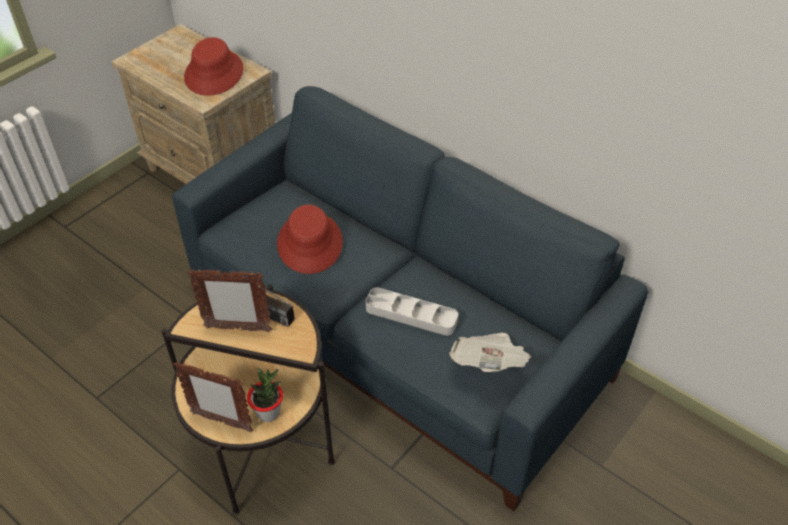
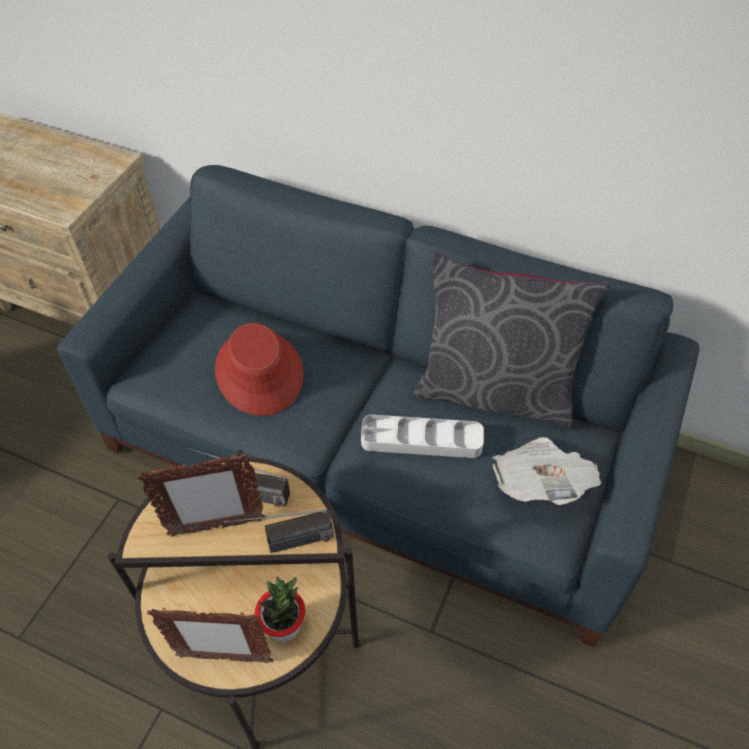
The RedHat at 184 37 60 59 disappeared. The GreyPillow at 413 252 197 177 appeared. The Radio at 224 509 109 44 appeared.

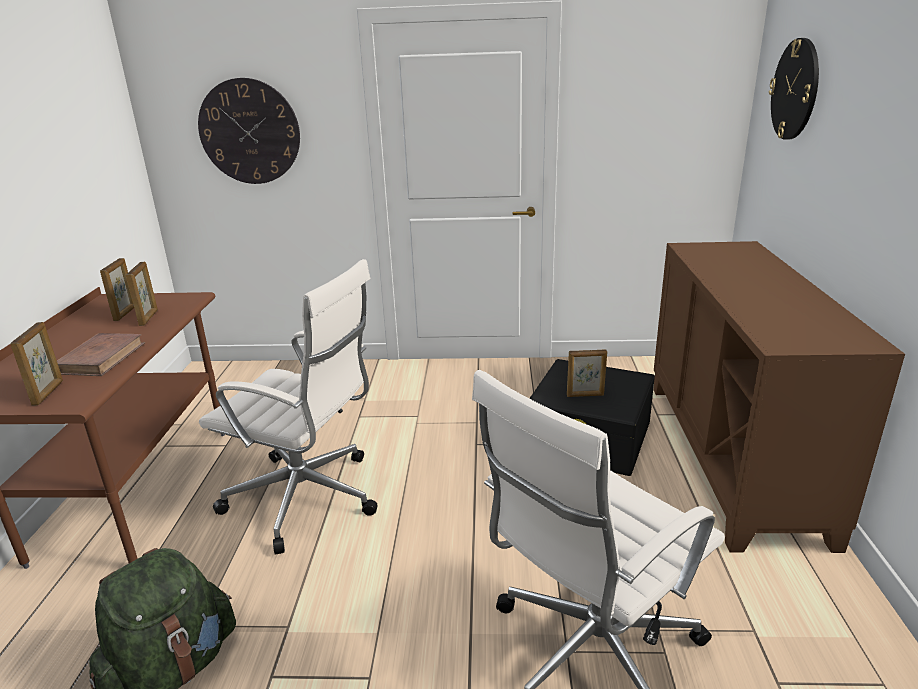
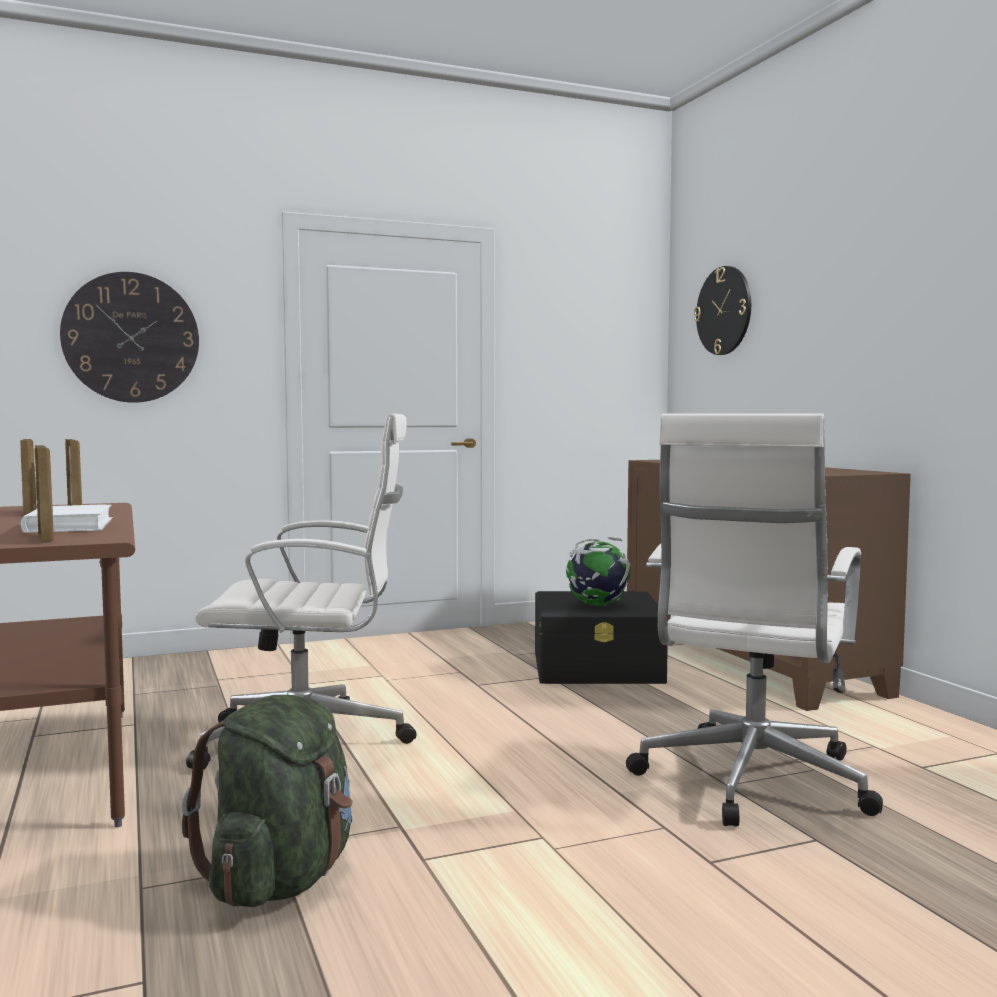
The BrownBook at 57 333 88 43 became the WhiteBook at 20 505 93 28. The PictureFrame at 567 349 40 48 was replaced by the Globe at 566 537 65 69.

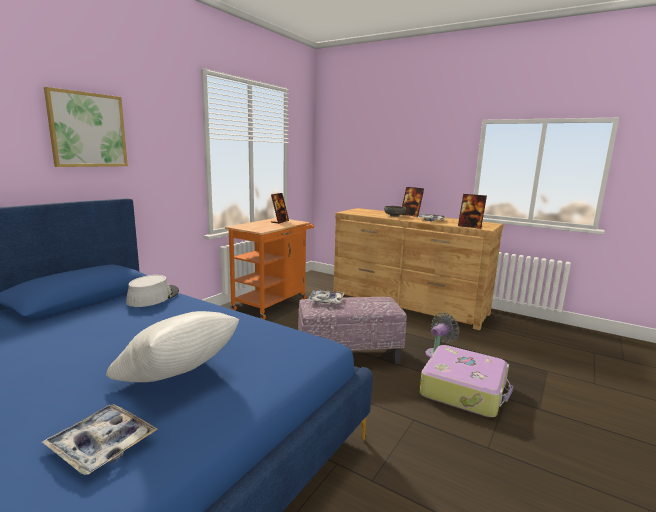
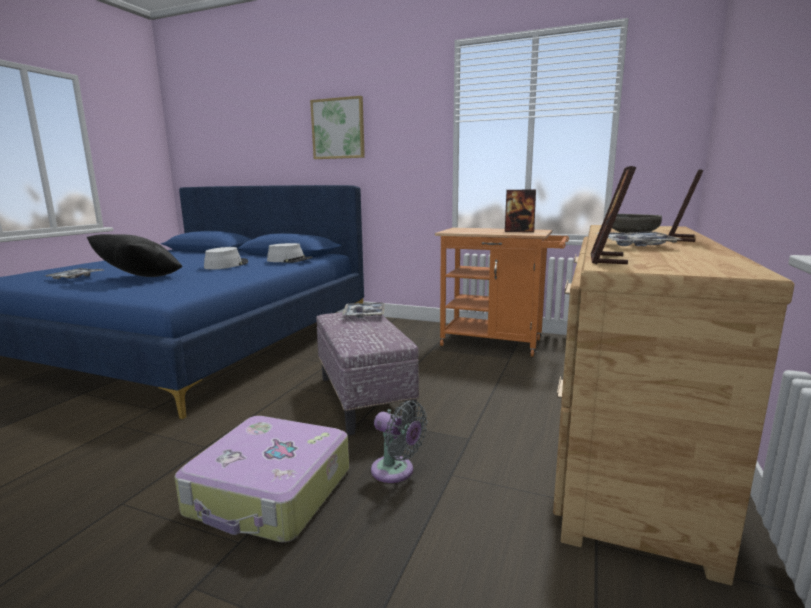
The WhitePillow at 106 311 133 71 became the BlackPillow at 87 234 95 43. The GreyHat at 204 247 44 23 appeared.

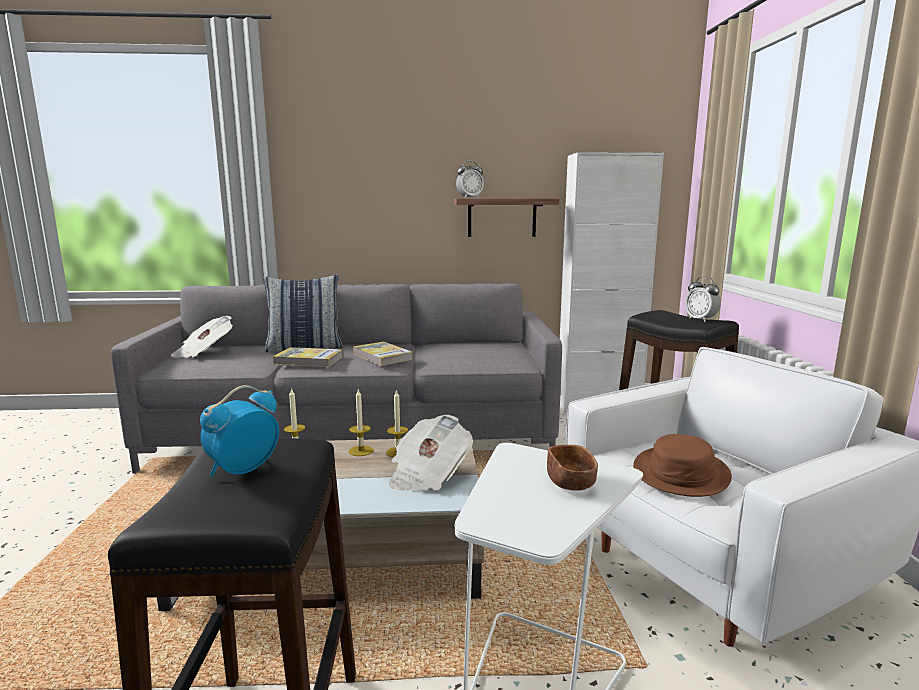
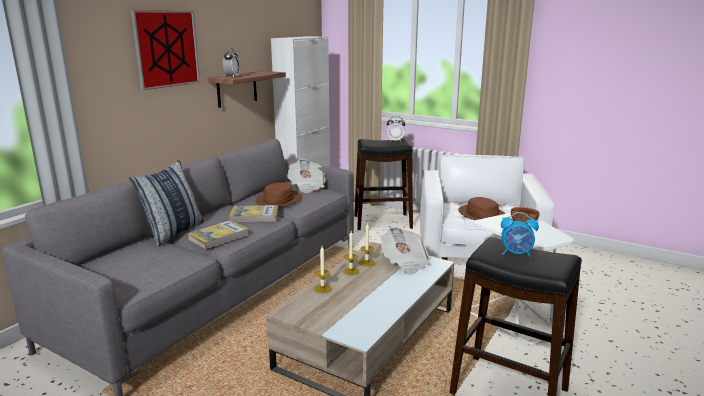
The Newspaper moved from 171 316 62 42 to 287 159 38 34. The AlarmClock at 200 385 79 92 turned 60 degrees counterclockwise. The Picture at 131 10 69 80 appeared. The BrownHat at 256 182 45 25 appeared.

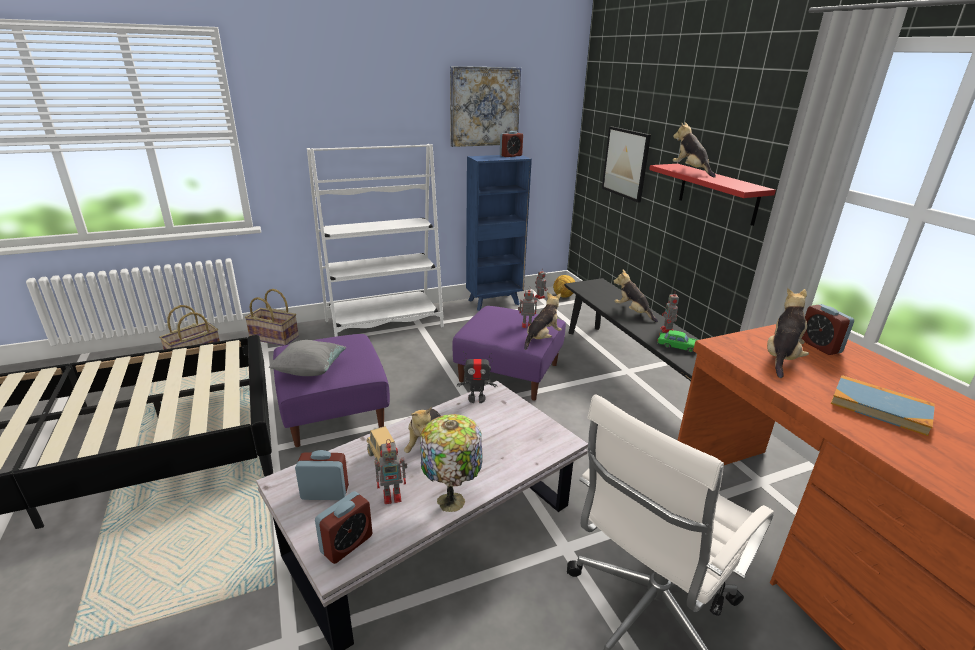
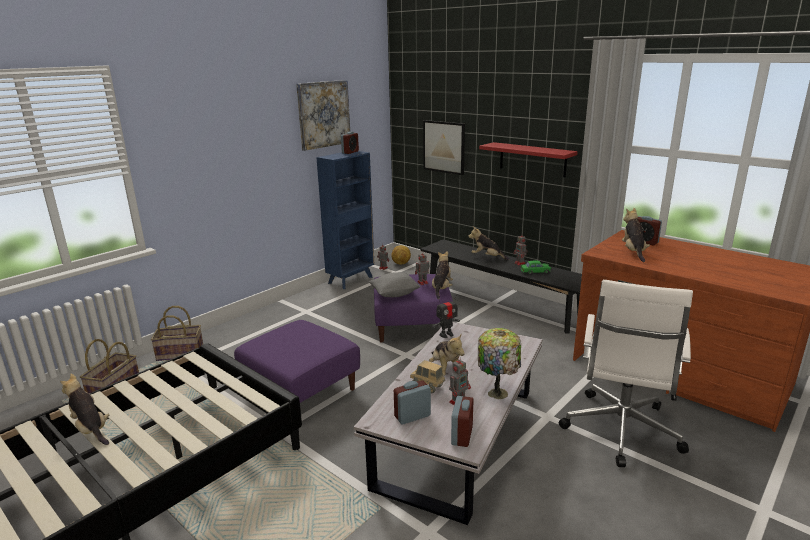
The PlushToy moved from 673 122 43 56 to 60 374 49 71. The WhiteBookcase at 307 144 137 193 disappeared. The GreyPillow moved from 269 340 77 36 to 369 272 51 25. The Book at 831 375 104 61 disappeared.

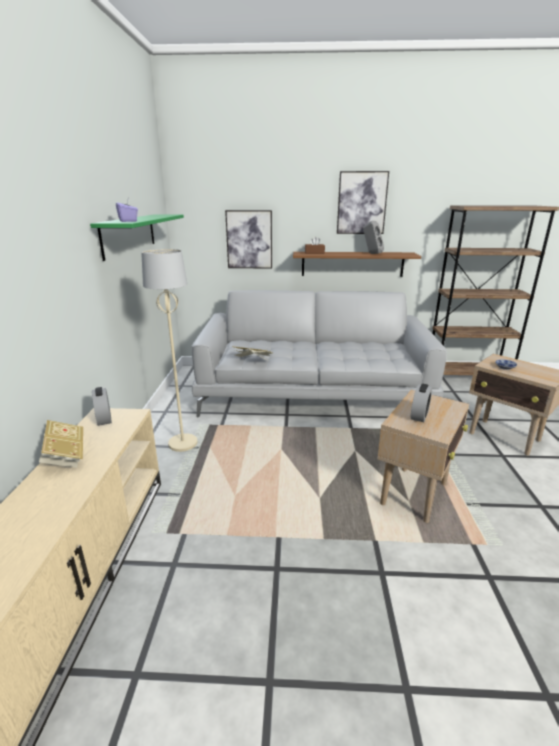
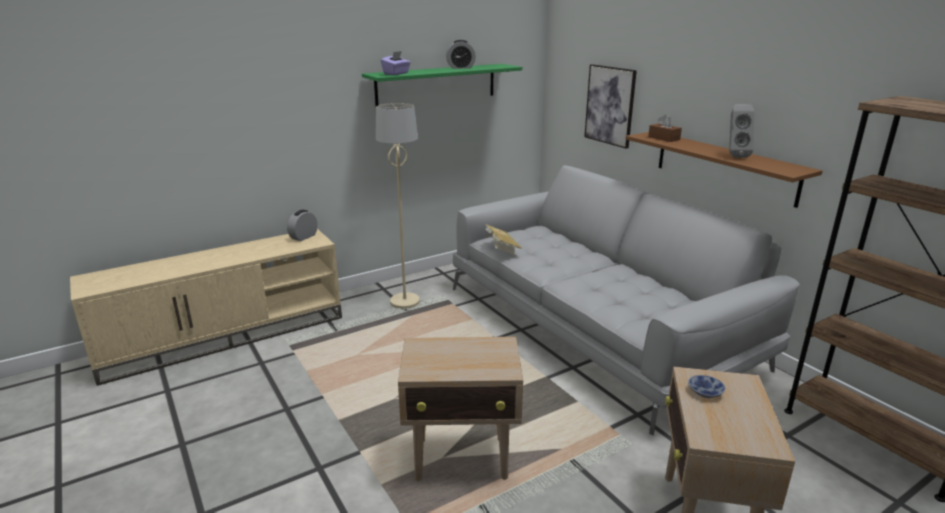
The Picture at 337 171 52 63 disappeared. The AlarmClock moved from 411 384 21 38 to 446 40 30 29. The Book at 39 420 44 48 disappeared.

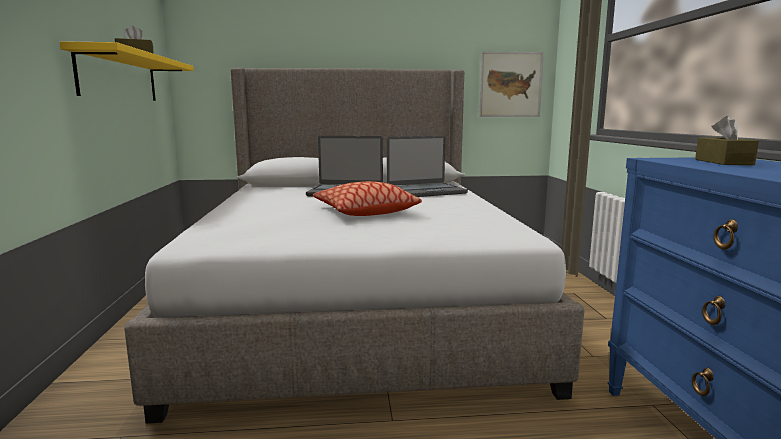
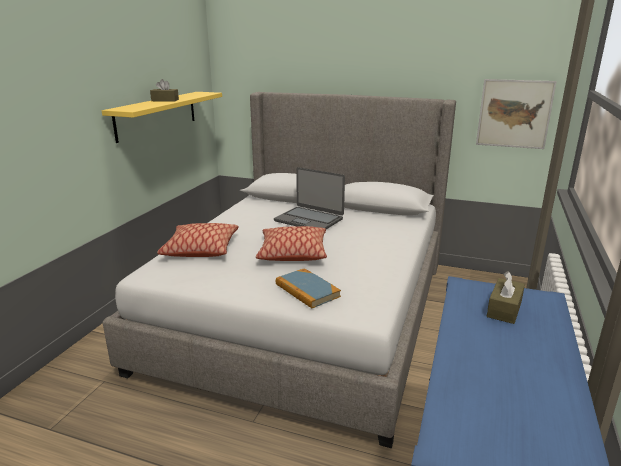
The Laptop at 387 136 81 61 disappeared. The Pillow at 157 223 81 34 appeared. The Book at 276 268 65 40 appeared.

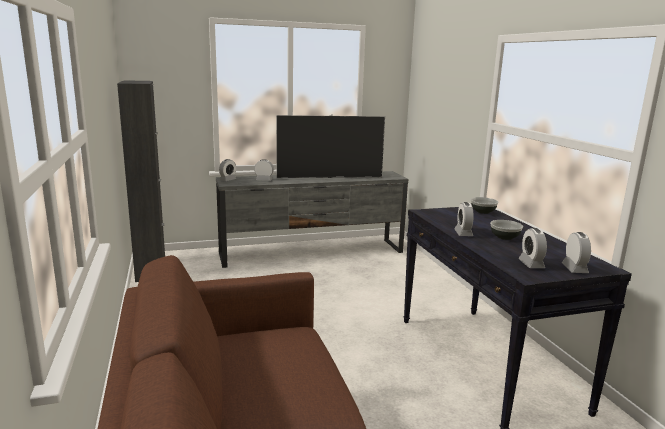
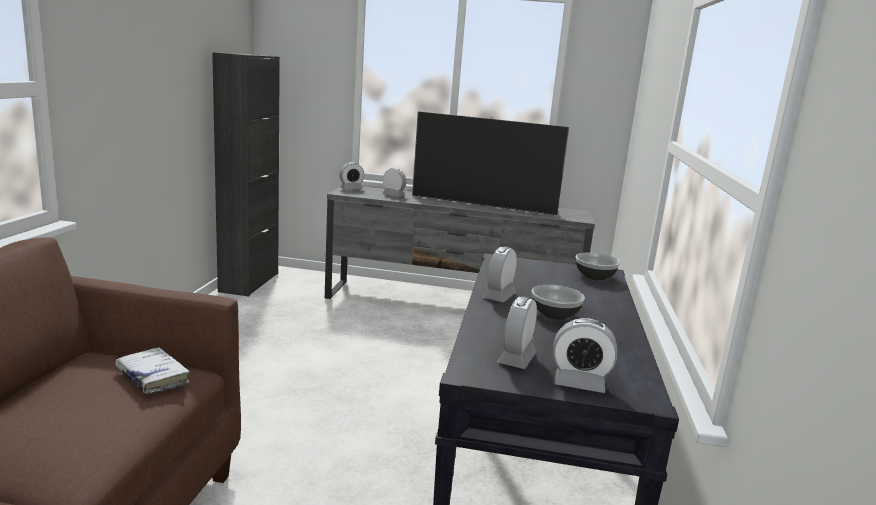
The AlarmClock at 562 232 29 41 turned 75 degrees clockwise. The WhiteBook at 116 347 74 47 appeared.

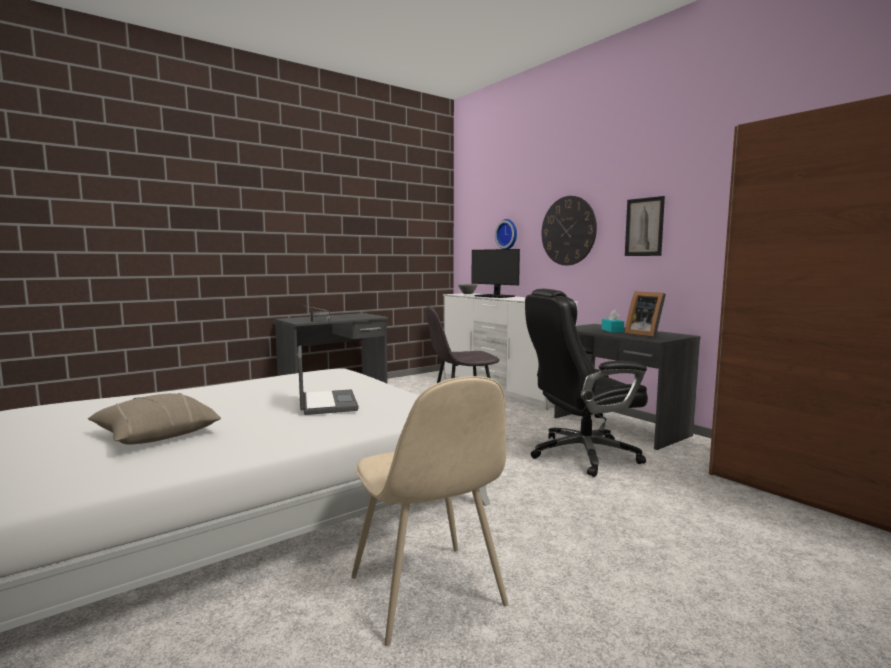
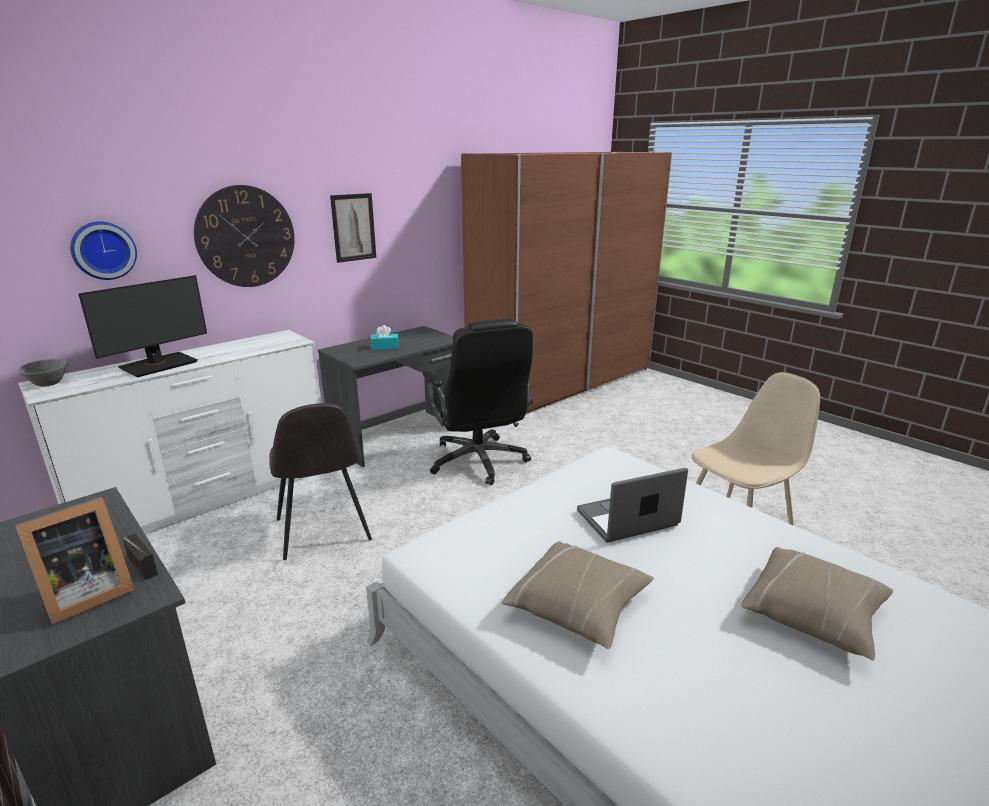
The PictureFrame moved from 625 292 41 45 to 15 497 120 128. The BeigePillow at 502 541 152 108 appeared.

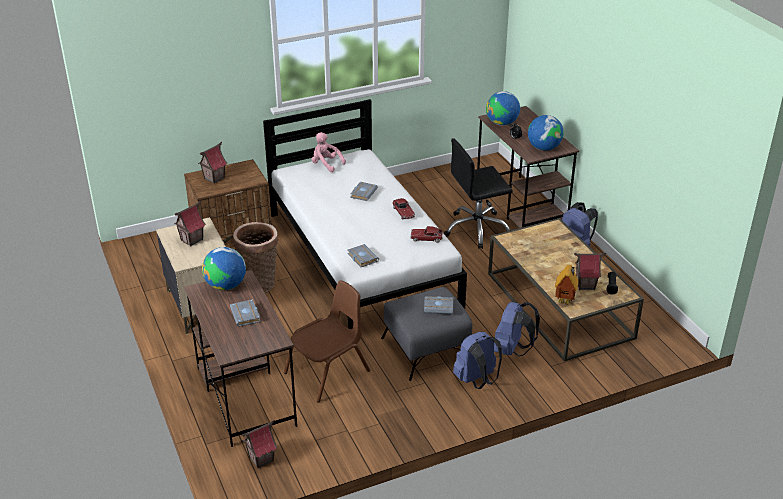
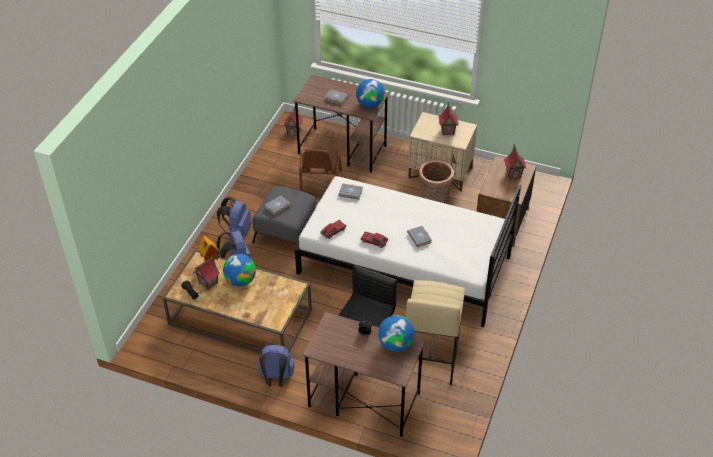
The Globe moved from 528 115 36 36 to 223 254 33 33. The PinkPlushToy at 312 132 34 40 disappeared. The BeigeStool at 406 280 59 105 appeared.

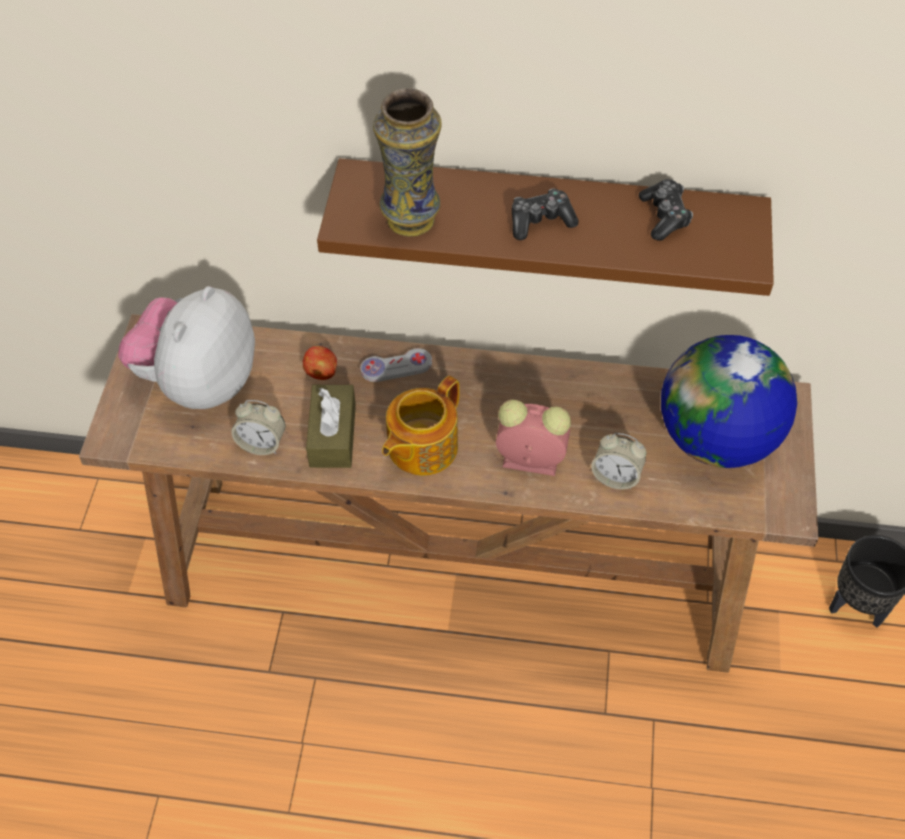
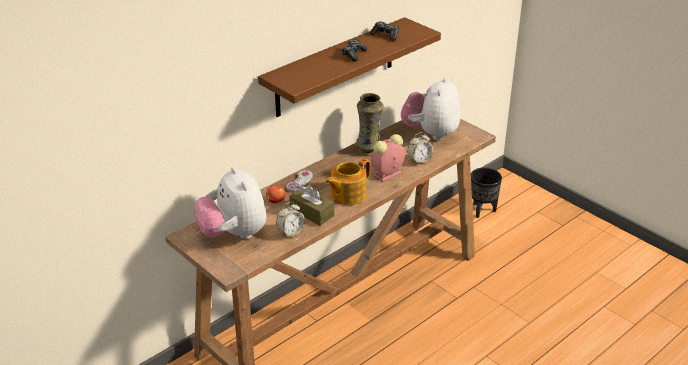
The Vase moved from 373 88 69 149 to 356 93 28 63. The Globe at 661 335 136 133 was replaced by the PlushToy at 401 77 59 63. The Teapot at 382 376 78 100 turned 60 degrees clockwise.

